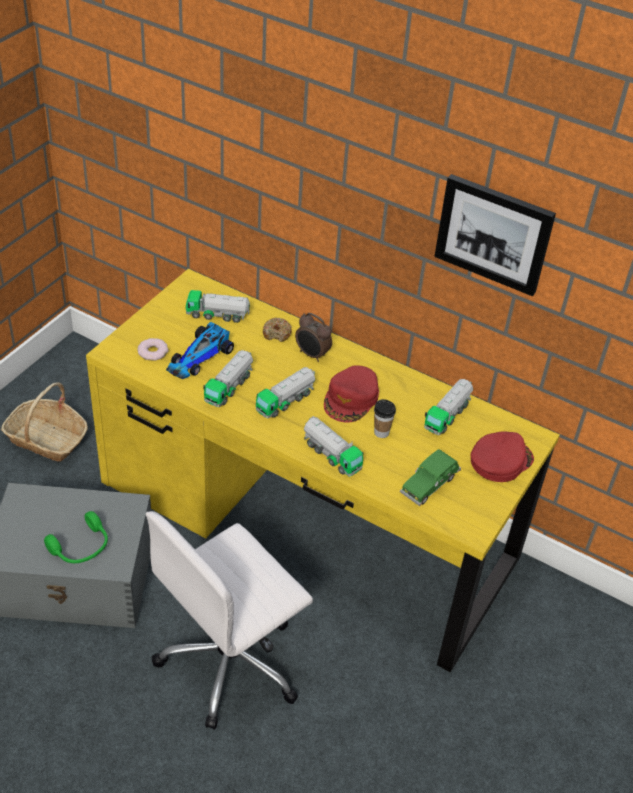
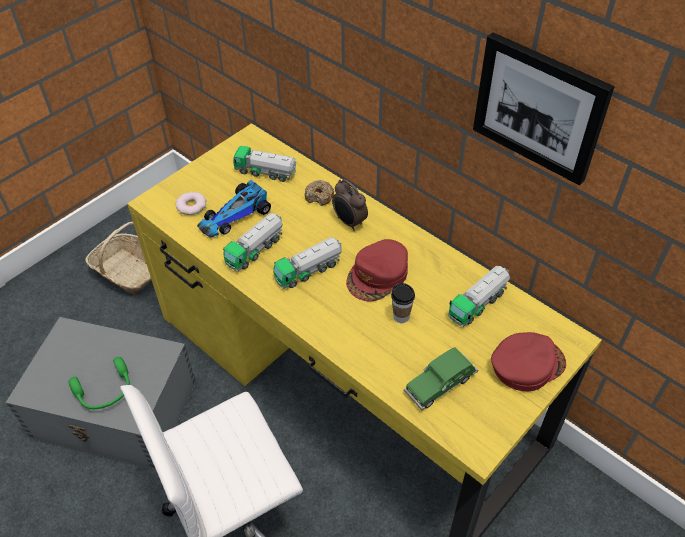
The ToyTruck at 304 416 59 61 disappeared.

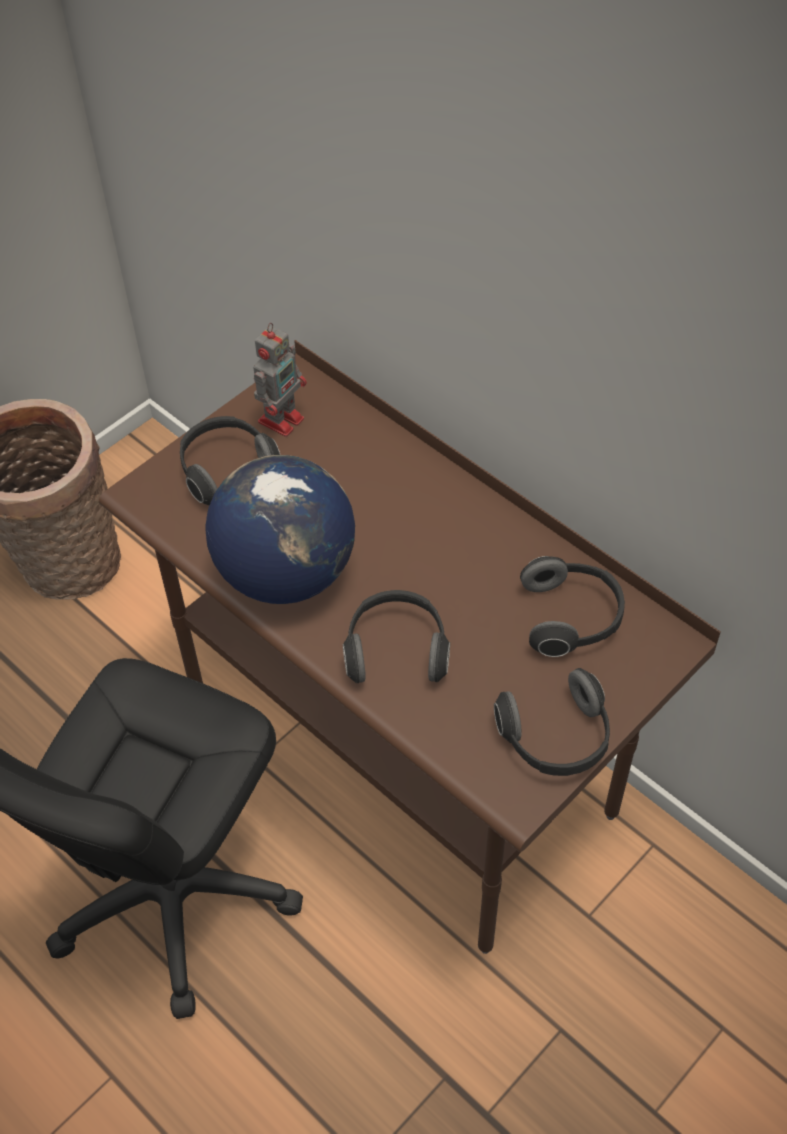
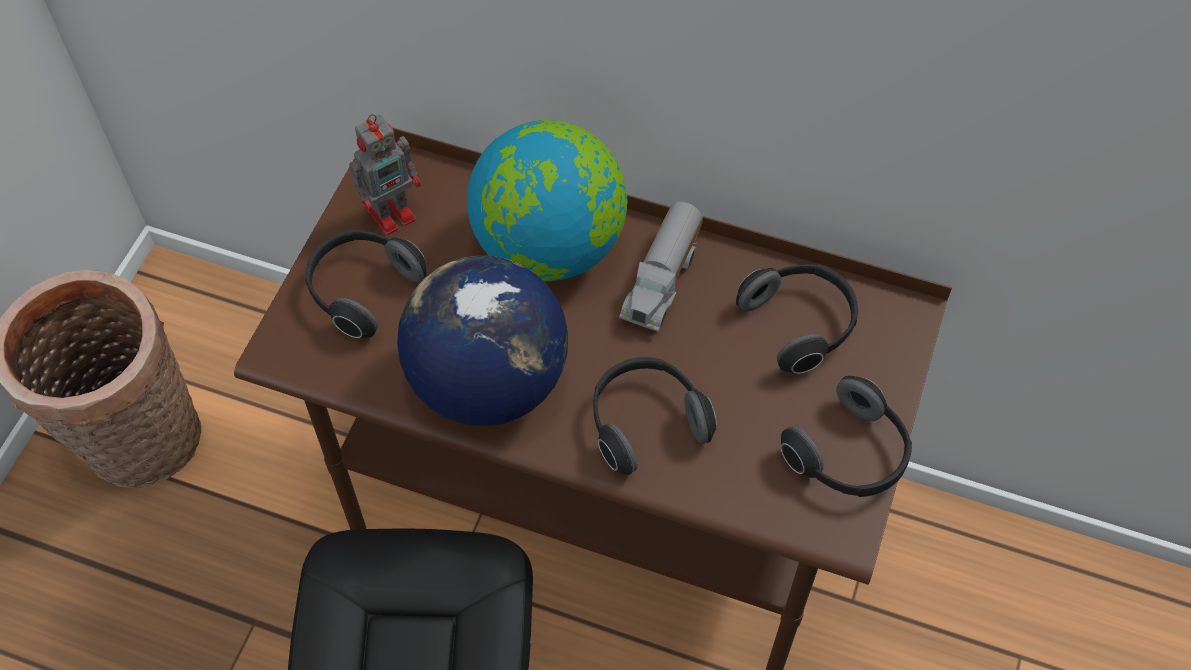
The ToyRobot at 253 323 54 114 turned 45 degrees clockwise. The Globe at 467 120 161 161 appeared. The ToyTruck at 619 202 84 130 appeared.

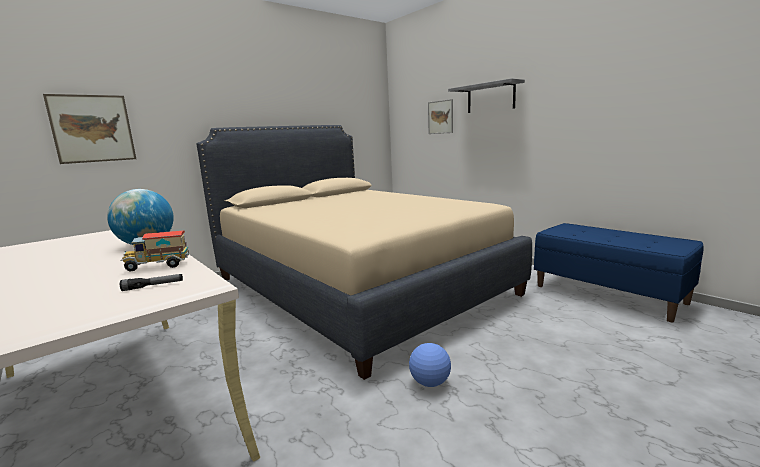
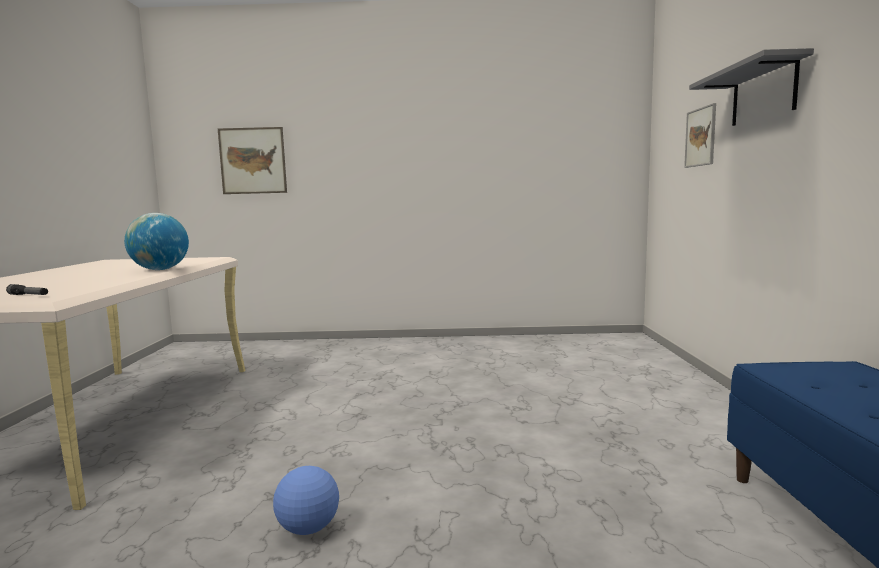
The BeigeBed at 197 125 335 255 disappeared. The ToyTruck at 120 230 69 41 disappeared.

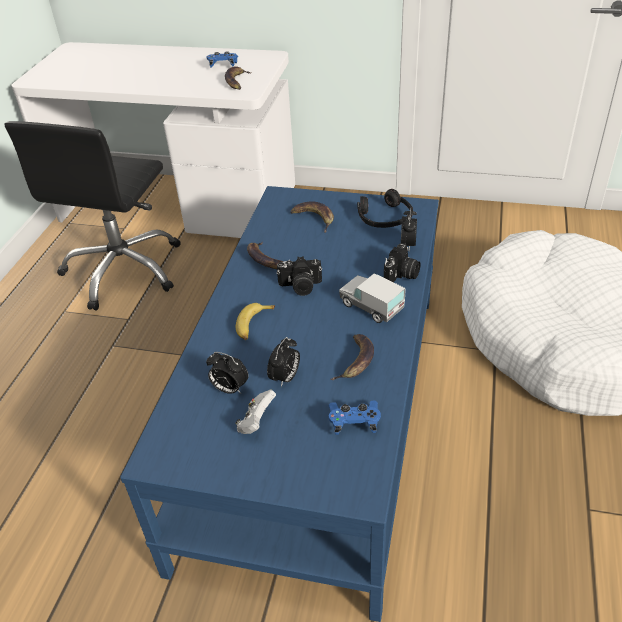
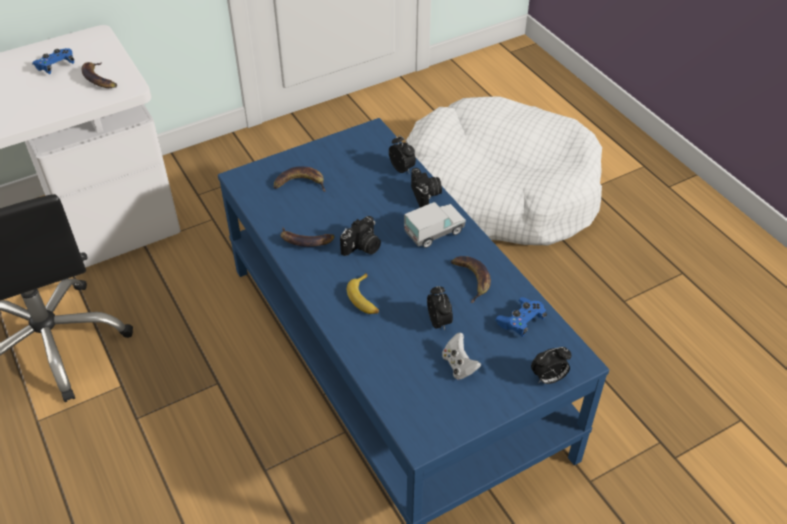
The BlackHeadphones at 357 189 56 39 disappeared. The ToyTruck at 339 274 67 49 turned 150 degrees clockwise. The AlarmClock moved from 206 352 43 42 to 531 347 41 37.

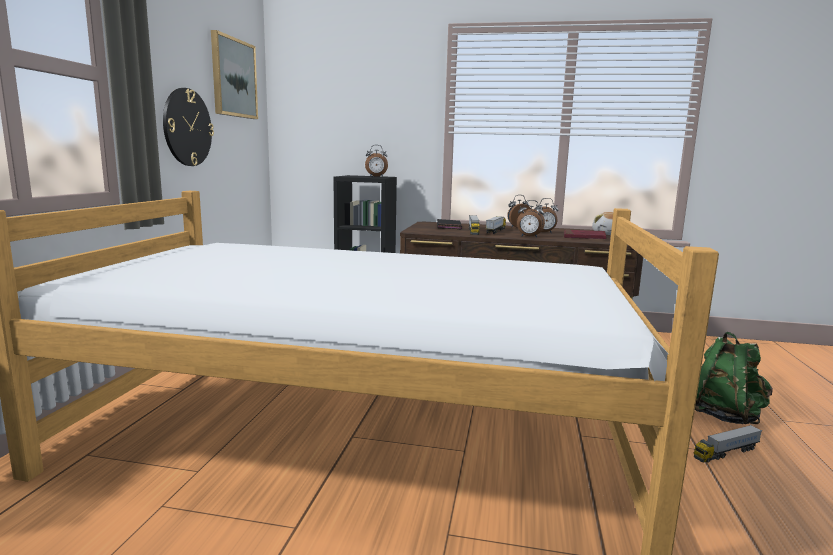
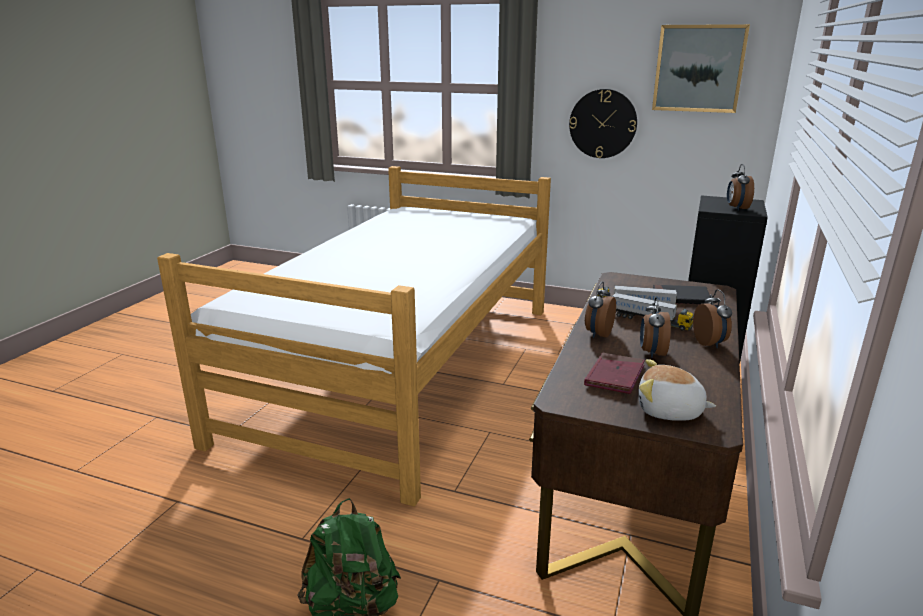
The ToyTruck at 694 425 68 38 disappeared.

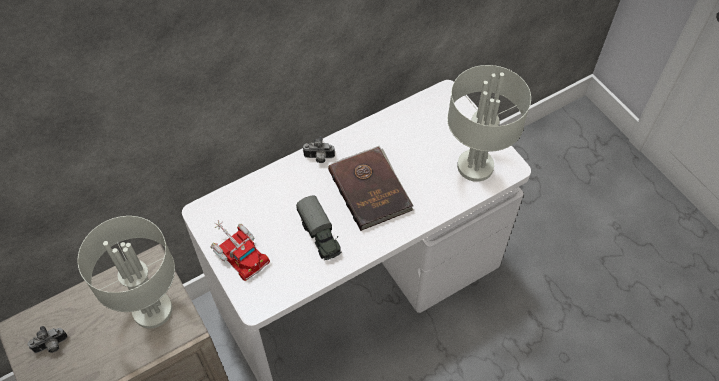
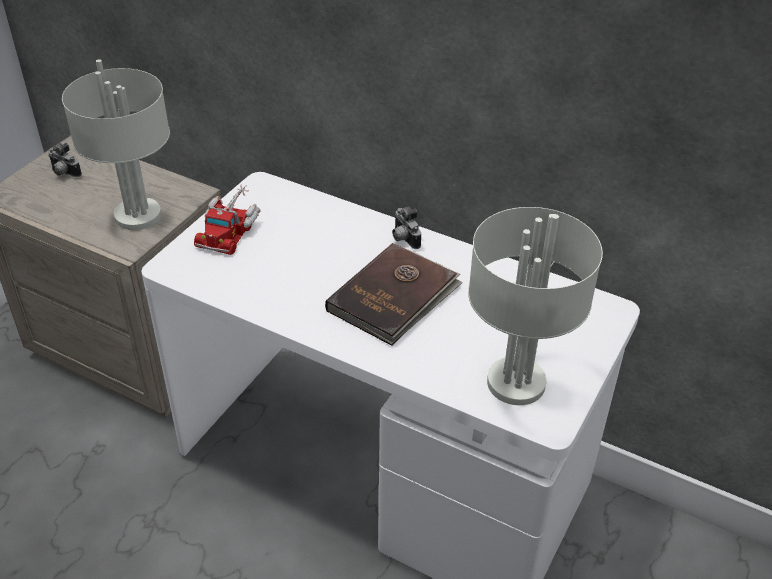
The ToyTruck at 296 195 46 65 disappeared.

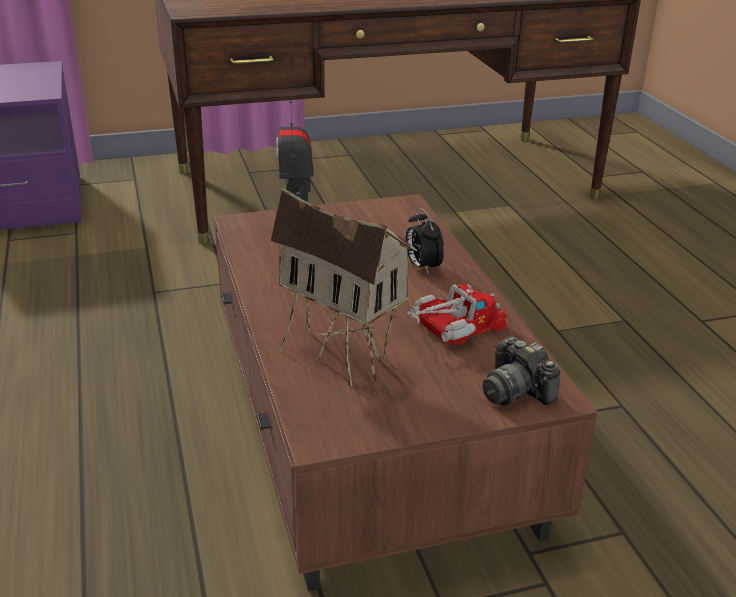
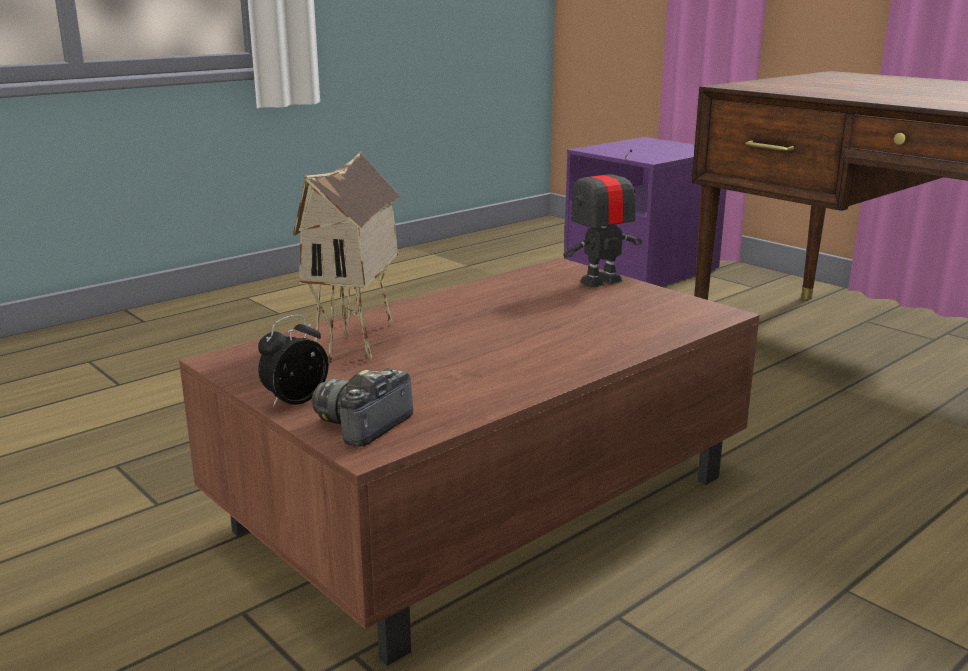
The AlarmClock moved from 406 208 38 67 to 258 315 70 93. The ToyTruck at 406 284 101 61 disappeared.

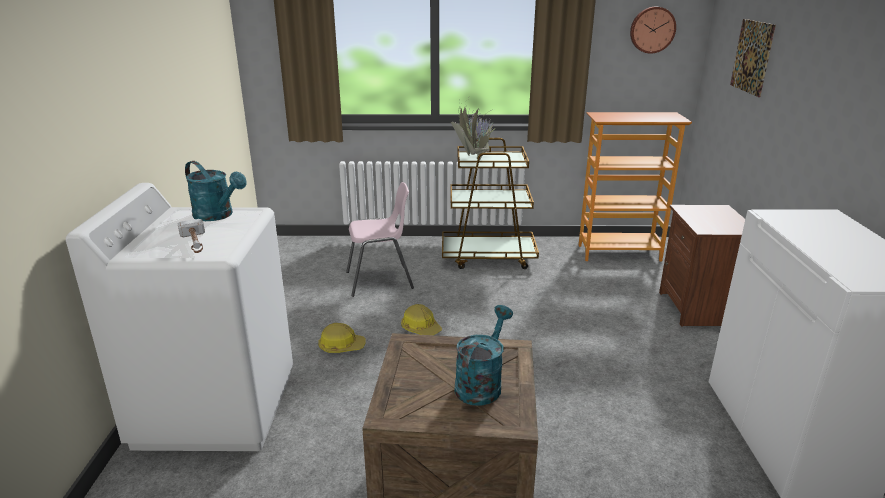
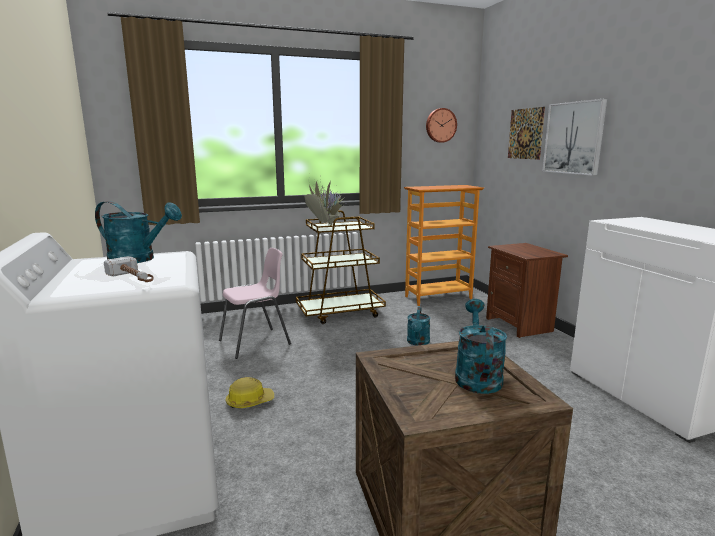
The HardHat at 401 304 41 31 disappeared. The Picture at 542 99 65 77 appeared. The TurquoiseWateringCan at 407 307 23 39 appeared.

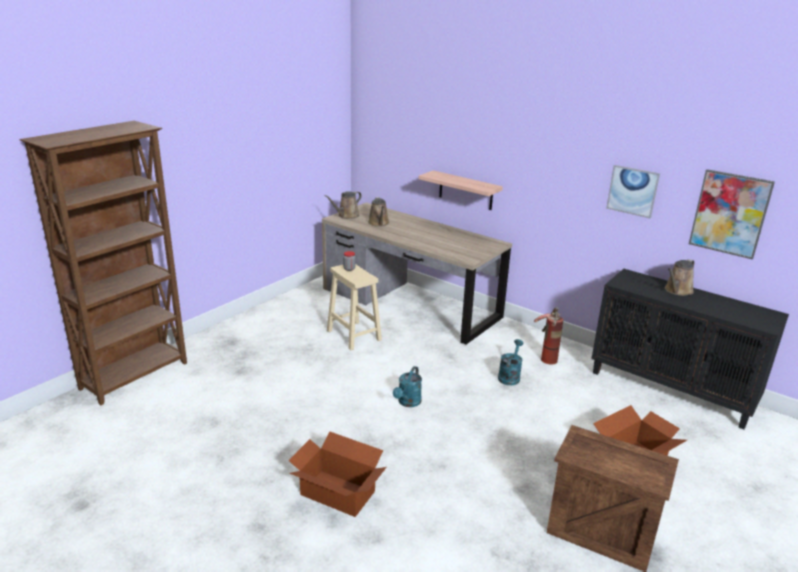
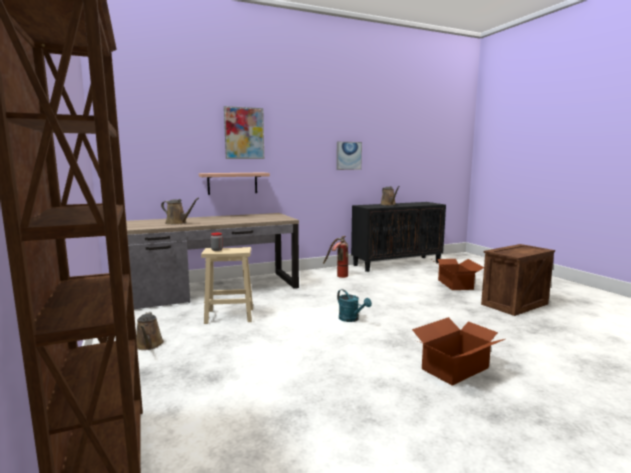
The Picture moved from 689 169 86 90 to 224 106 40 53. The BrownWateringCan moved from 325 191 37 28 to 136 312 28 38. The TurquoiseWateringCan at 498 339 26 46 disappeared.

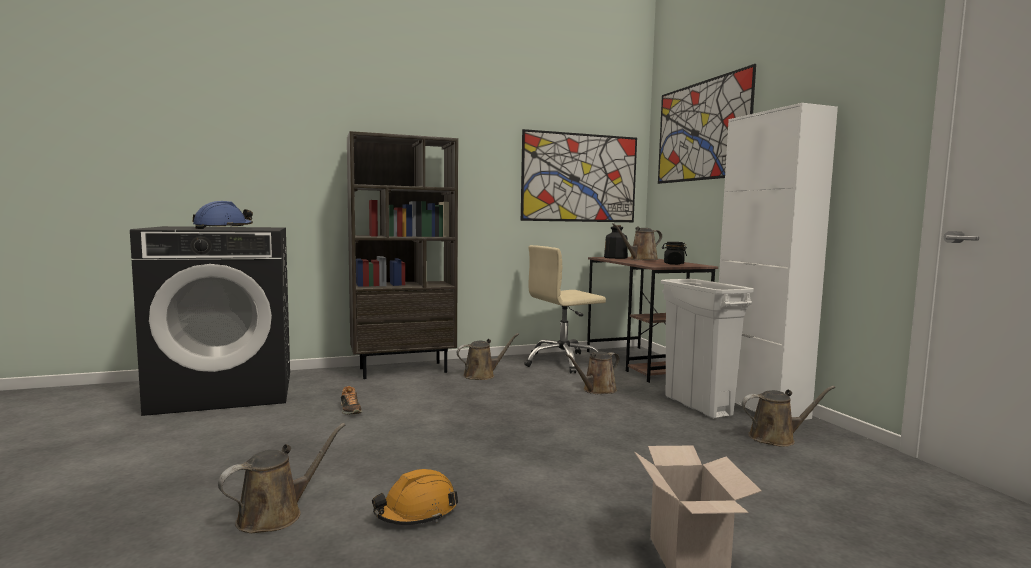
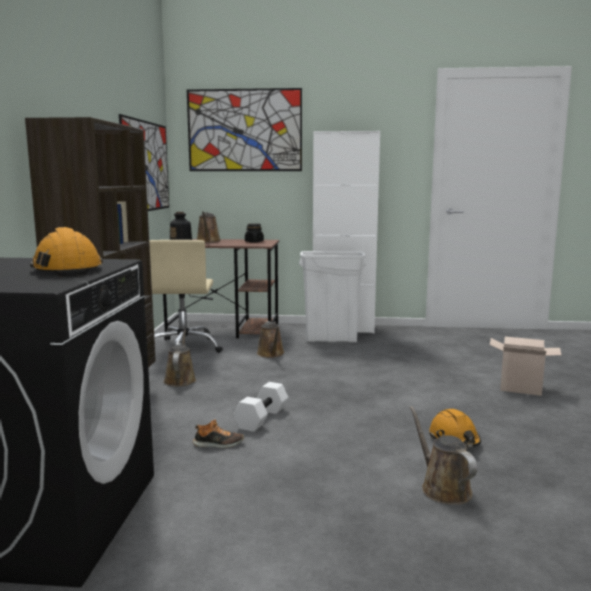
The BlueHardHat at 193 201 60 28 became the OrangeHardHat at 30 227 73 49. The BrownWateringCan at 741 386 94 61 disappeared. The WhiteDumbbell at 233 382 55 50 appeared.

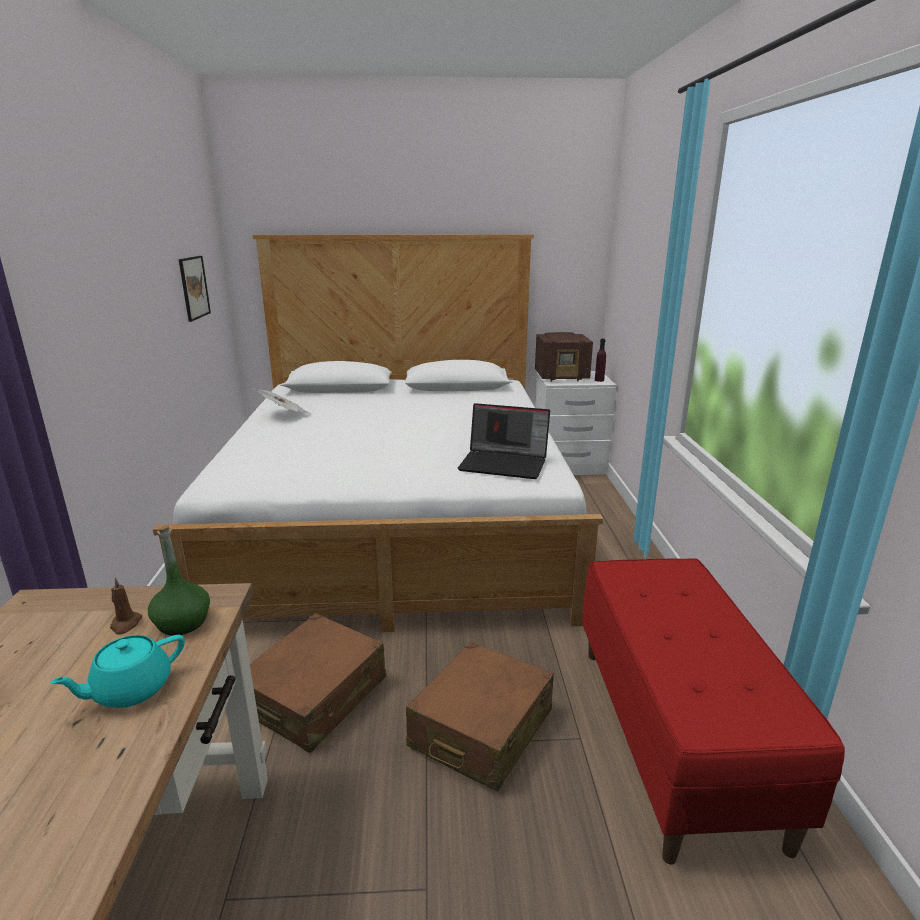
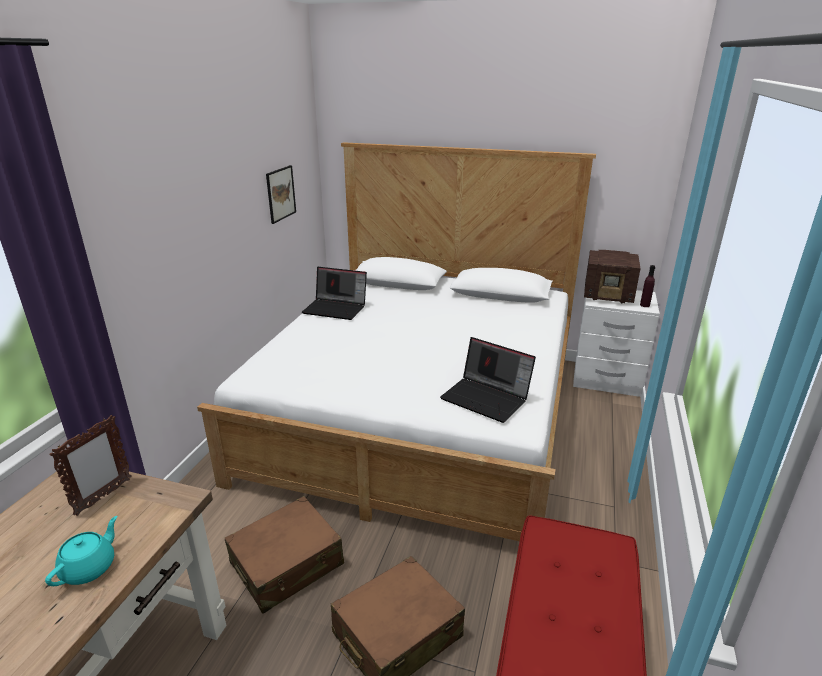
The Newspaper at 253 389 58 25 was replaced by the Laptop at 302 267 65 53. The GreenBottle at 148 525 62 111 disappeared. The BrownCandle at 110 578 32 57 disappeared. The TurquoiseTeapot at 50 635 135 73 turned 135 degrees clockwise. The PictureFrame at 49 415 83 101 appeared.

